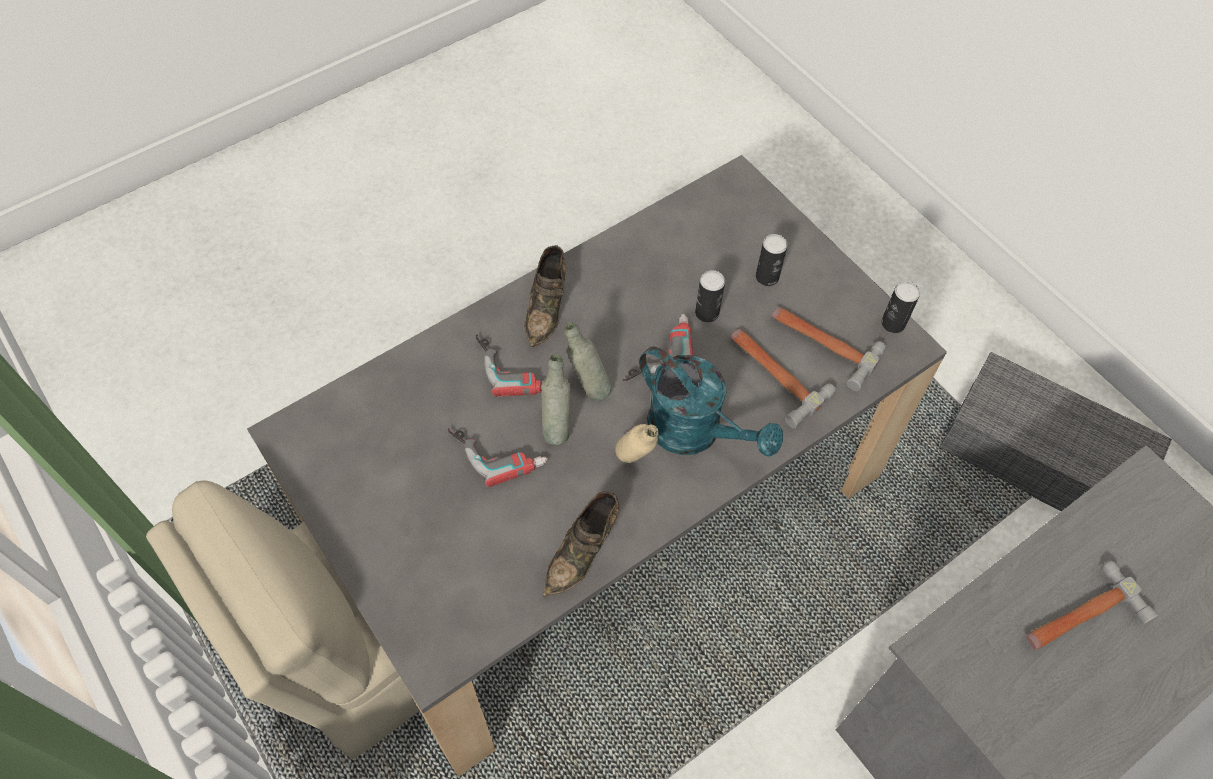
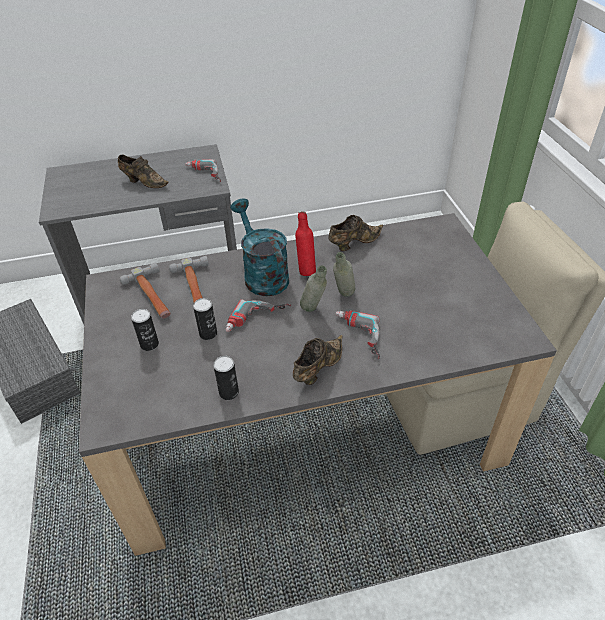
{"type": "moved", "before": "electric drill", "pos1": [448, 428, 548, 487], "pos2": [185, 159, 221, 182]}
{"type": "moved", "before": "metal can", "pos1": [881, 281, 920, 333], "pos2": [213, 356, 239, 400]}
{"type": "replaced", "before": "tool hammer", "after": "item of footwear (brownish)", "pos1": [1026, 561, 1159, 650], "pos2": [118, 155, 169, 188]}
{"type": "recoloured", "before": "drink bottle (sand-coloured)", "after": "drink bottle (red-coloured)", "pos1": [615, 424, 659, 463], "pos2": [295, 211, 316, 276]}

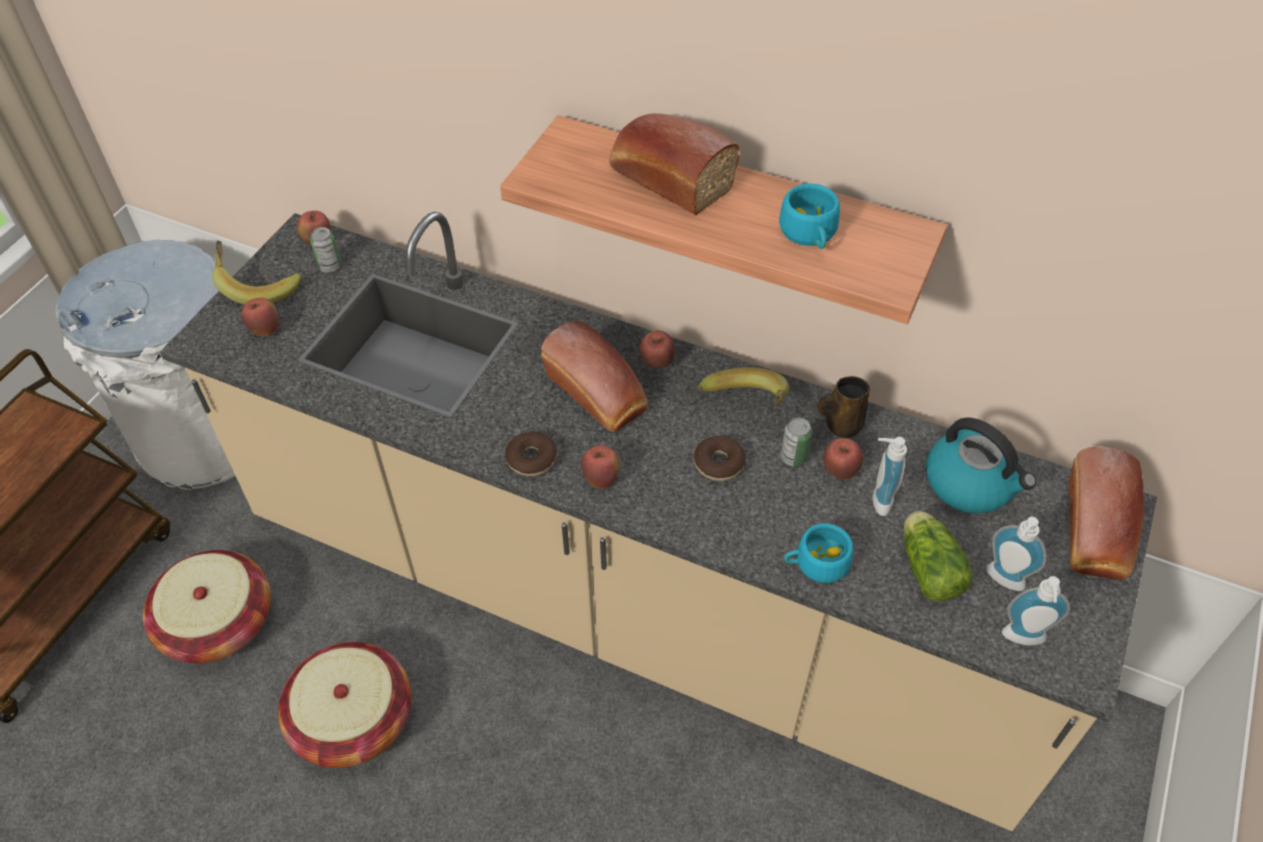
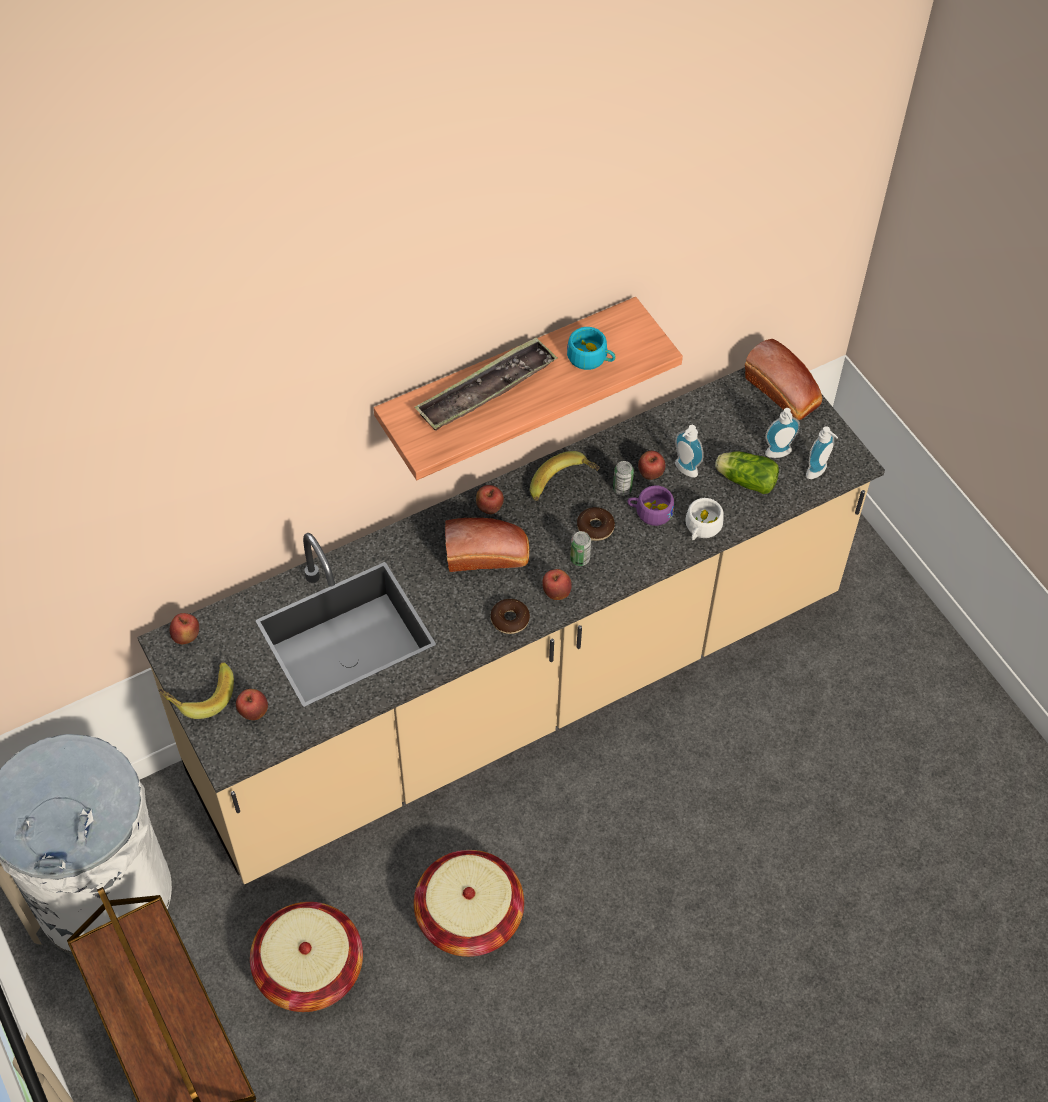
{"type": "removed", "before": "tea mug (brownish)", "pos1": [817, 376, 870, 438]}
{"type": "removed", "before": "kettle", "pos1": [926, 417, 1036, 514]}
{"type": "added", "after": "cup (purple-coloured)", "pos2": [627, 485, 674, 526]}
{"type": "moved", "before": "metal can", "pos1": [310, 227, 341, 273], "pos2": [570, 531, 591, 566]}
{"type": "replaced", "before": "bread", "after": "serving tray", "pos1": [609, 113, 740, 215], "pos2": [414, 337, 558, 431]}
{"type": "recoloured", "before": "cup (blue-green)", "after": "cup (whitish)", "pos1": [784, 524, 854, 583], "pos2": [685, 498, 724, 540]}

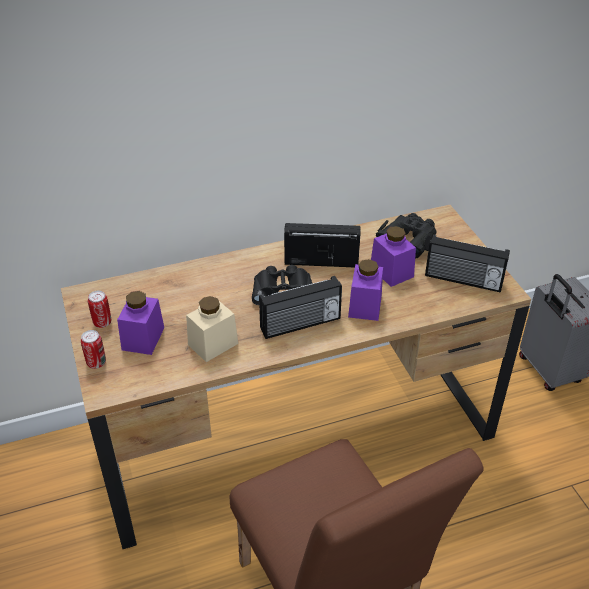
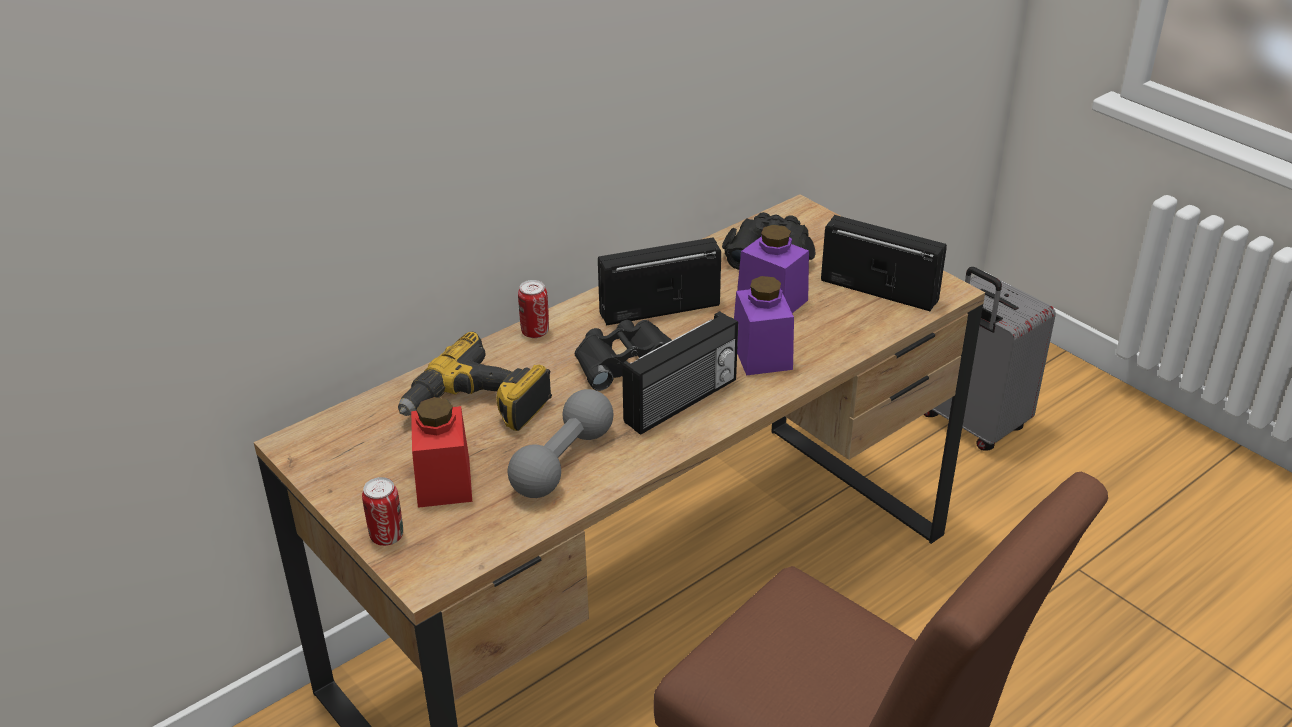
{"type": "added", "after": "electric drill", "pos2": [398, 332, 552, 431]}
{"type": "moved", "before": "metal can", "pos1": [88, 291, 111, 328], "pos2": [518, 280, 549, 338]}
{"type": "replaced", "before": "preserve jar (sand-coloured)", "after": "free weight (gray)", "pos1": [186, 296, 238, 362], "pos2": [508, 389, 613, 498]}
{"type": "recoloured", "before": "preserve jar (purple-coloured)", "after": "preserve jar (red-coloured)", "pos1": [117, 291, 164, 355], "pos2": [411, 397, 472, 508]}
{"type": "turned", "before": "radio set", "pos1": [425, 234, 510, 292], "pos2": [821, 215, 947, 311], "turn": -150}

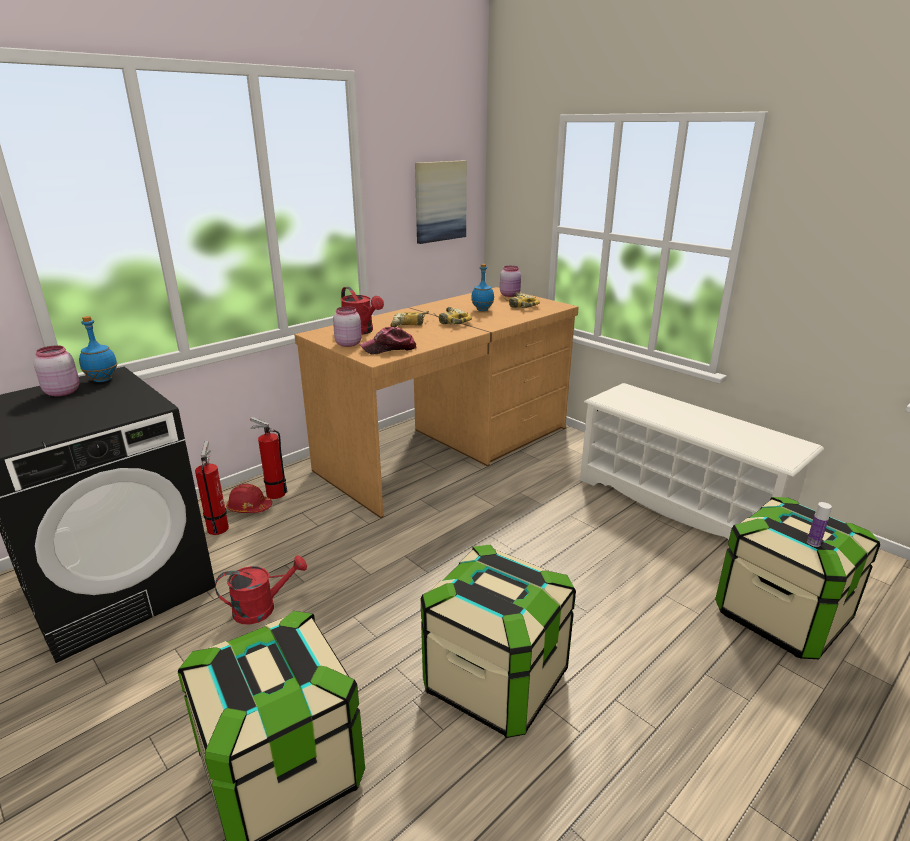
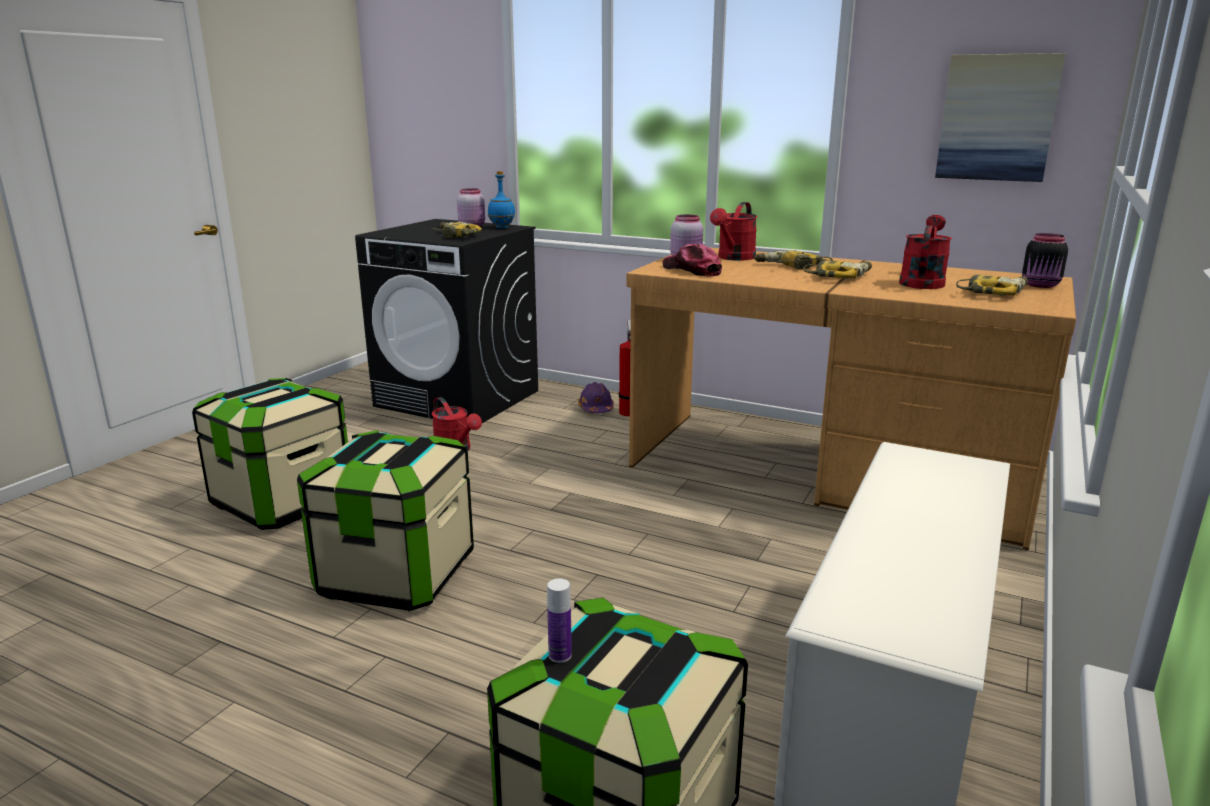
{"type": "removed", "before": "fire extinguisher", "pos1": [195, 441, 229, 535]}
{"type": "added", "after": "electric drill", "pos2": [432, 222, 482, 238]}
{"type": "replaced", "before": "drink bottle (blue-coloured)", "after": "watering pot (red-coloured)", "pos1": [471, 264, 494, 311], "pos2": [899, 215, 952, 289]}
{"type": "recoloured", "before": "work helmet (red-coloured)", "after": "work helmet (purple-coloured)", "pos1": [226, 484, 272, 513], "pos2": [578, 382, 614, 413]}
{"type": "recoloured", "before": "preserve jar (pink-coloured)", "after": "preserve jar (blackish)", "pos1": [500, 266, 521, 297], "pos2": [1022, 233, 1068, 288]}

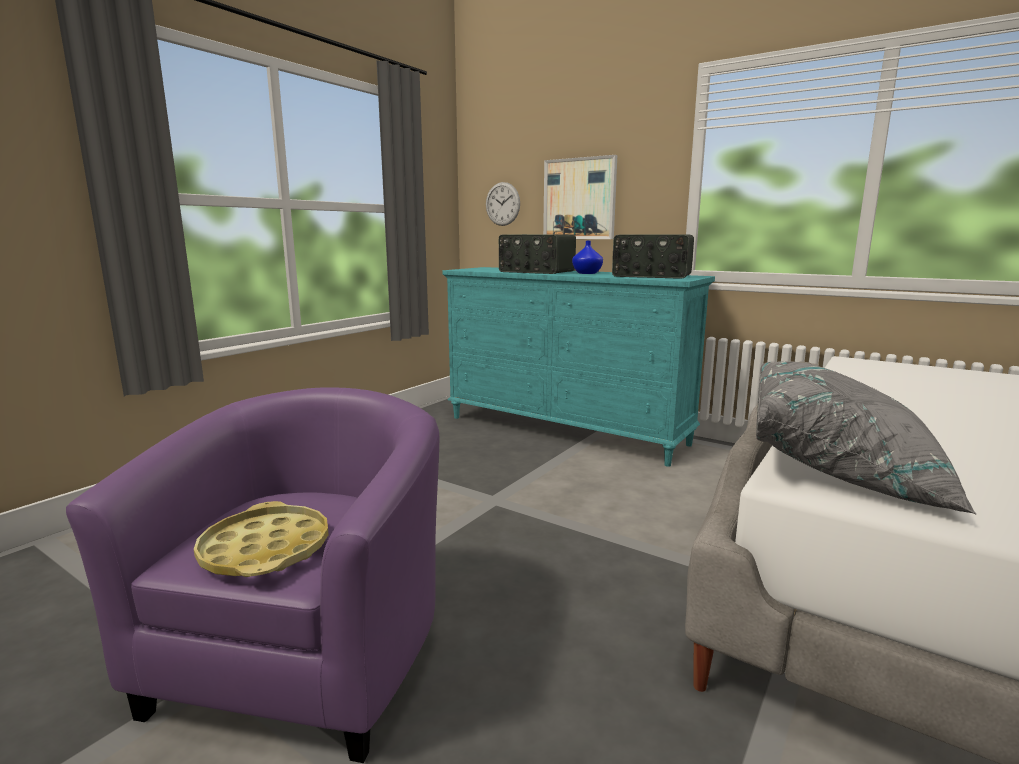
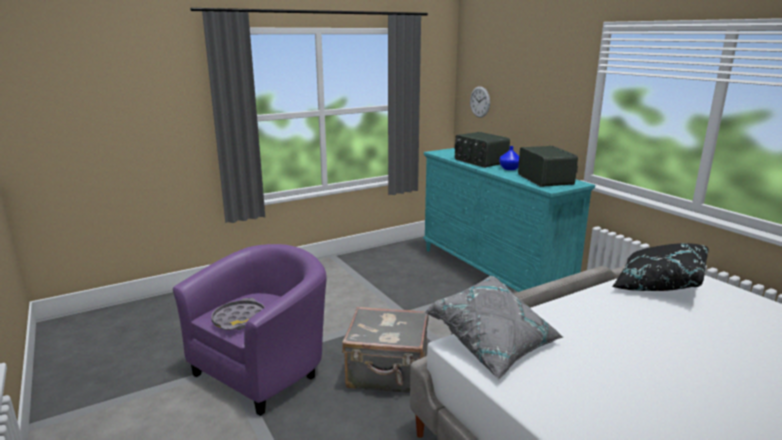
{"type": "removed", "before": "picture", "pos1": [543, 155, 617, 239]}
{"type": "added", "after": "piece of luggage (gray)", "pos2": [342, 307, 429, 393]}
{"type": "added", "after": "throw pillow (blackish)", "pos2": [612, 243, 708, 291]}
{"type": "recoloured", "before": "serving tray (yellowish)", "after": "serving tray (gray)", "pos1": [194, 501, 329, 577], "pos2": [211, 298, 265, 330]}
{"type": "turned", "before": "radio set", "pos1": [612, 234, 694, 279], "pos2": [518, 146, 578, 187], "turn": -150}

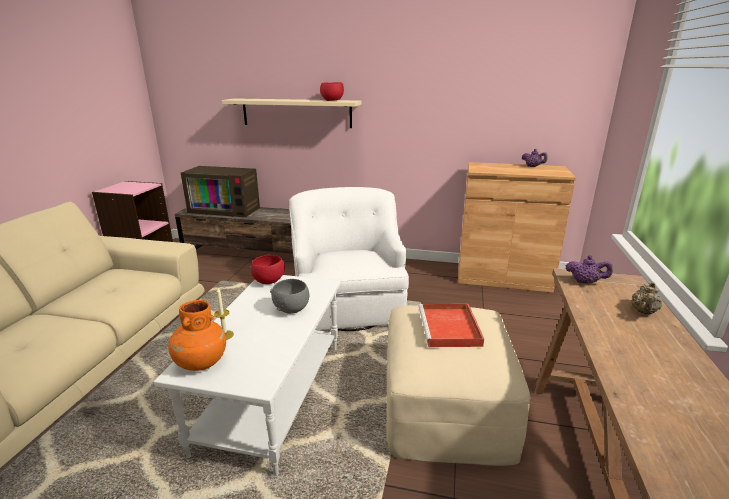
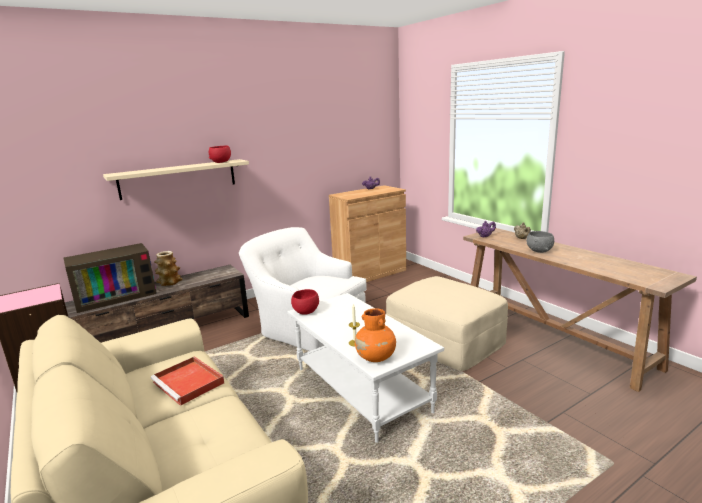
{"type": "added", "after": "flower vase", "pos2": [154, 251, 182, 286]}
{"type": "moved", "before": "bowl (gray)", "pos1": [270, 279, 309, 314], "pos2": [526, 231, 554, 253]}
{"type": "moved", "before": "serving tray (red-coloured)", "pos1": [418, 304, 484, 347], "pos2": [151, 356, 224, 406]}

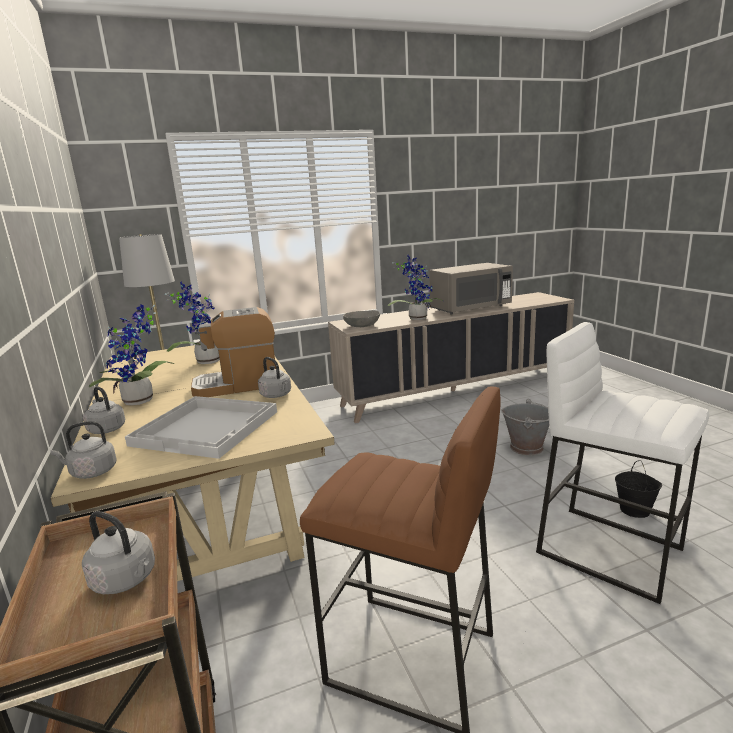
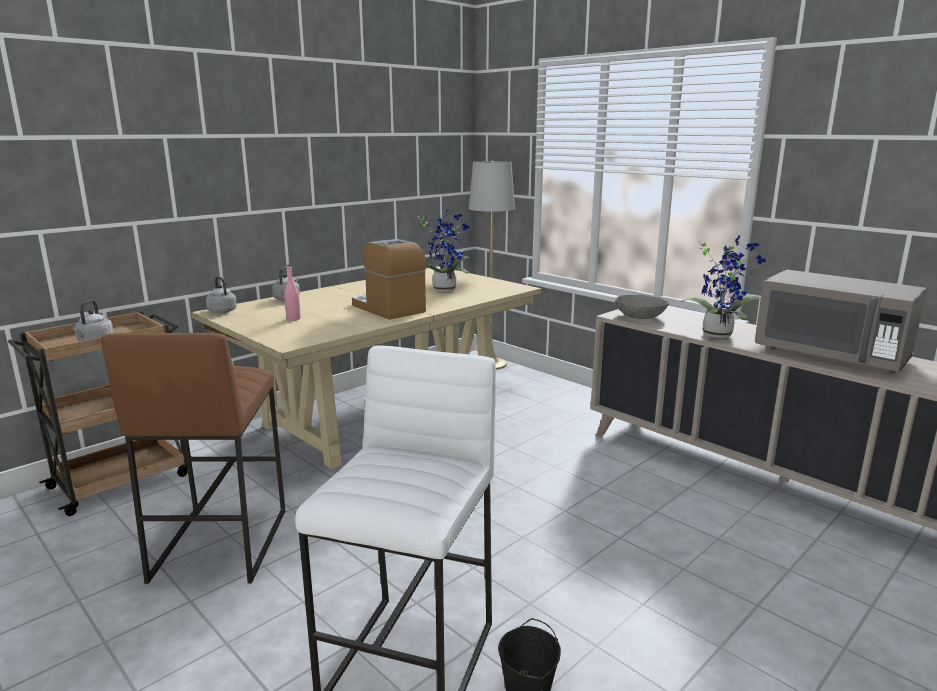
{"type": "removed", "before": "potted plant", "pos1": [88, 304, 174, 405]}
{"type": "removed", "before": "kettle (gray)", "pos1": [258, 357, 291, 398]}
{"type": "removed", "before": "water bucket (gray)", "pos1": [501, 399, 549, 456]}
{"type": "replaced", "before": "serving tray (whitish)", "after": "drink bottle (pink-coloured)", "pos1": [125, 396, 277, 459], "pos2": [284, 265, 301, 321]}

